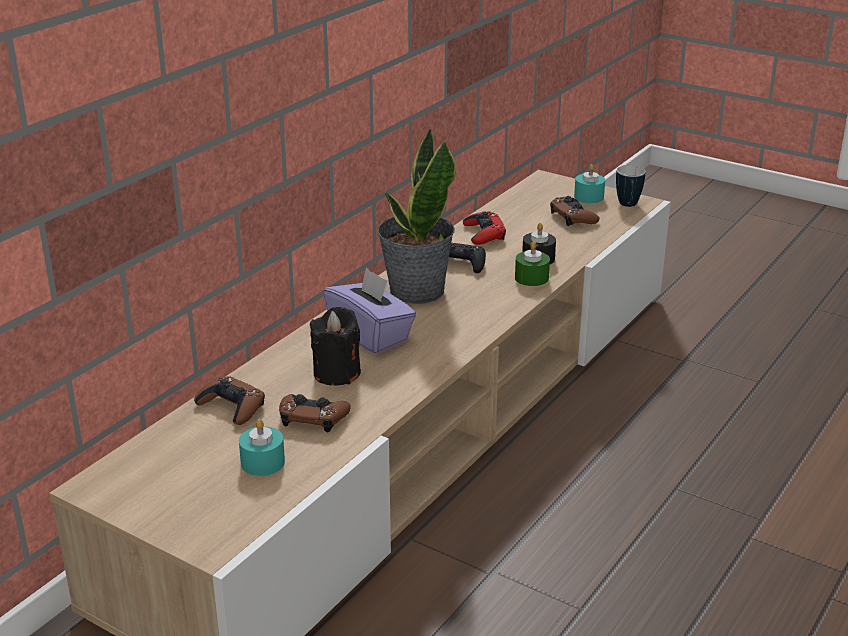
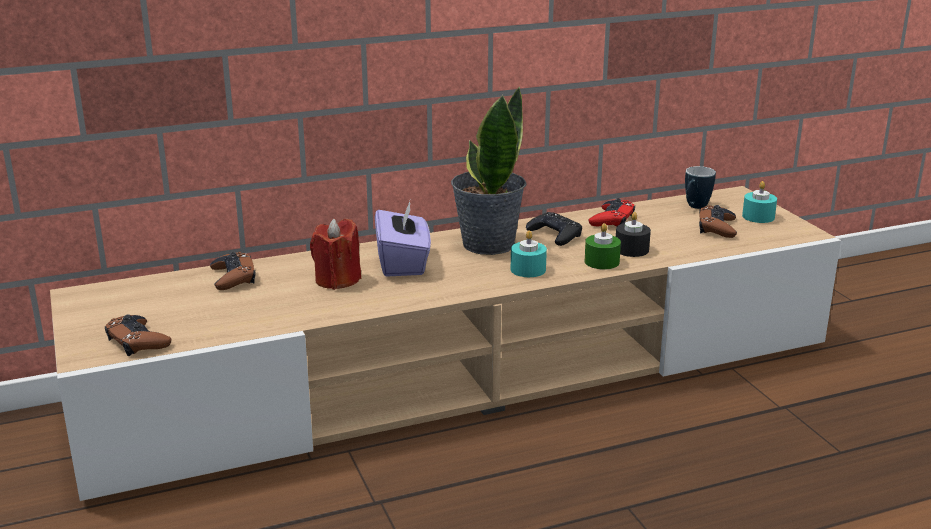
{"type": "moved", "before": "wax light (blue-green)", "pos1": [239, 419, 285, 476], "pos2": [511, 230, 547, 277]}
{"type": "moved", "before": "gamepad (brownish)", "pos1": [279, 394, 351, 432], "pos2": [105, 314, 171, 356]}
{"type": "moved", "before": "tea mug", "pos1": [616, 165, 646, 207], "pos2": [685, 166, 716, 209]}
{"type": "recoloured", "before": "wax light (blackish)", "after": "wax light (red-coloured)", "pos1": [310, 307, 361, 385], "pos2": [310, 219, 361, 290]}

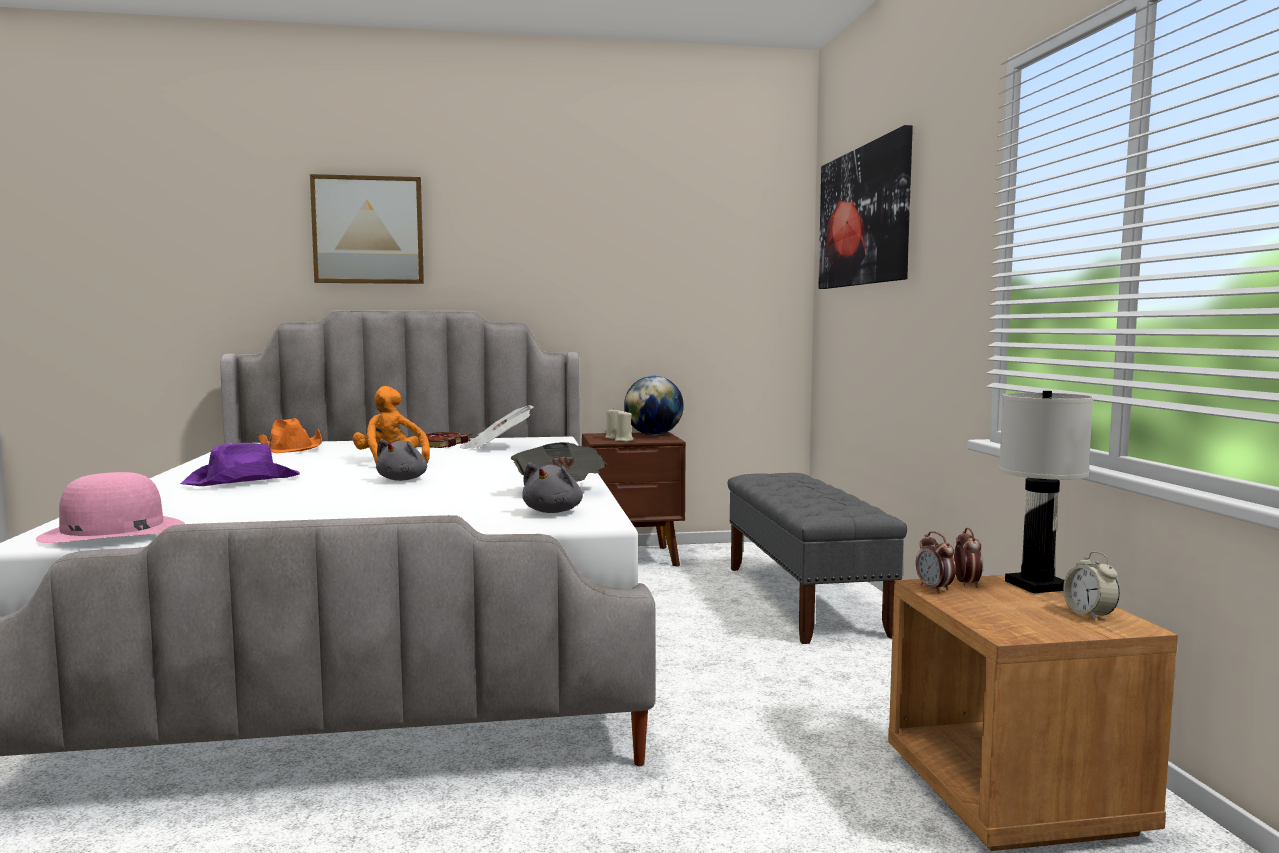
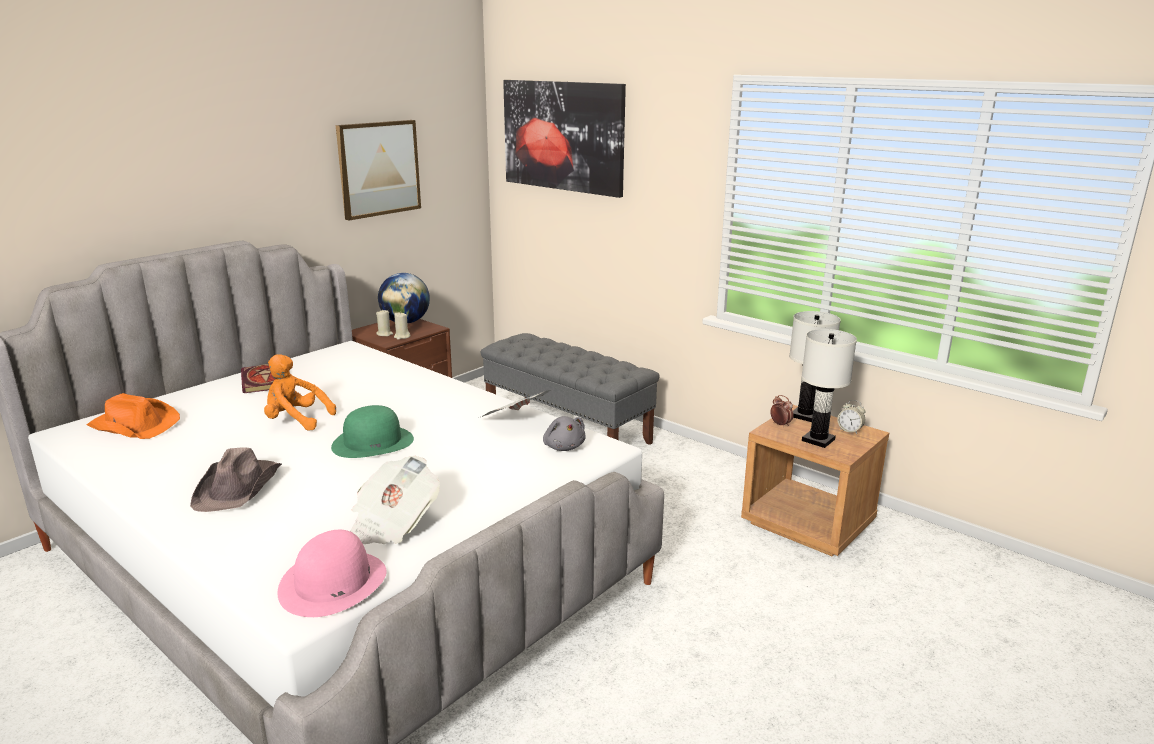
{"type": "removed", "before": "table clock", "pos1": [916, 531, 956, 593]}
{"type": "added", "after": "table lamp (whitish)", "pos2": [801, 329, 857, 448]}
{"type": "moved", "before": "picture", "pos1": [310, 174, 424, 284], "pos2": [336, 120, 421, 220]}
{"type": "moved", "before": "daily paper", "pos1": [460, 405, 534, 449], "pos2": [350, 456, 440, 544]}
{"type": "replaced", "before": "plush toy (gray)", "after": "wearable hat (green)", "pos1": [376, 439, 427, 481], "pos2": [331, 405, 414, 458]}
{"type": "recoloured", "before": "wearable hat (purple-coloured)", "after": "wearable hat (brownish)", "pos1": [180, 443, 300, 486], "pos2": [190, 447, 282, 512]}

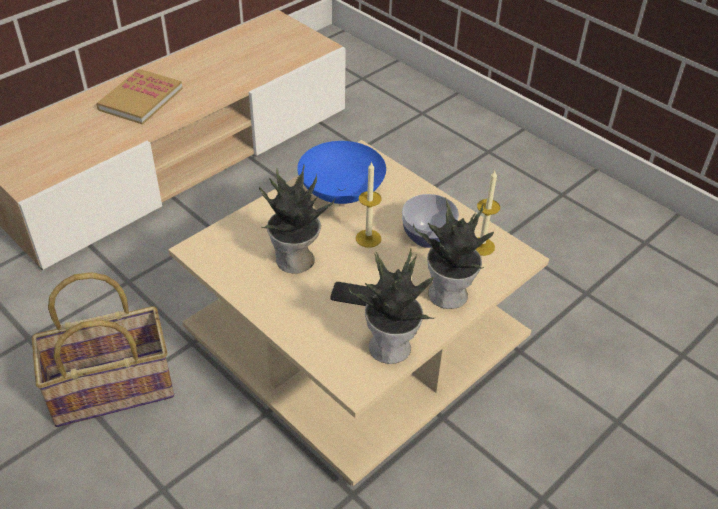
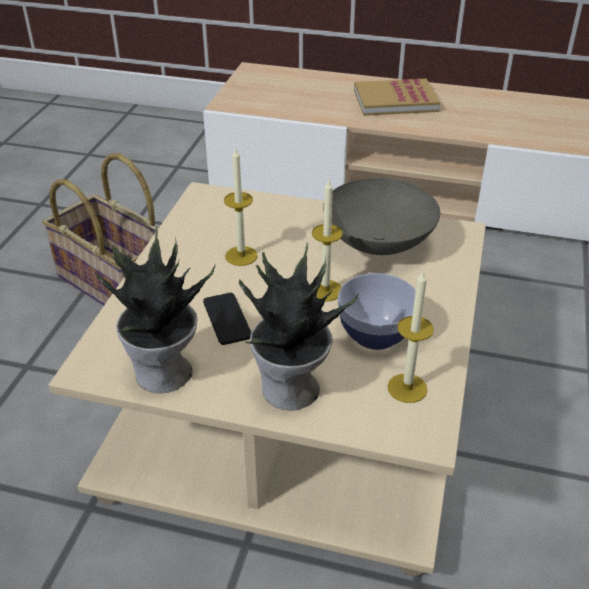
{"type": "replaced", "before": "potted plant", "after": "wax light", "pos1": [259, 165, 336, 274], "pos2": [224, 147, 258, 266]}
{"type": "recoloured", "before": "bowl (blue-coloured)", "after": "bowl (gray)", "pos1": [297, 141, 386, 204], "pos2": [323, 178, 440, 255]}

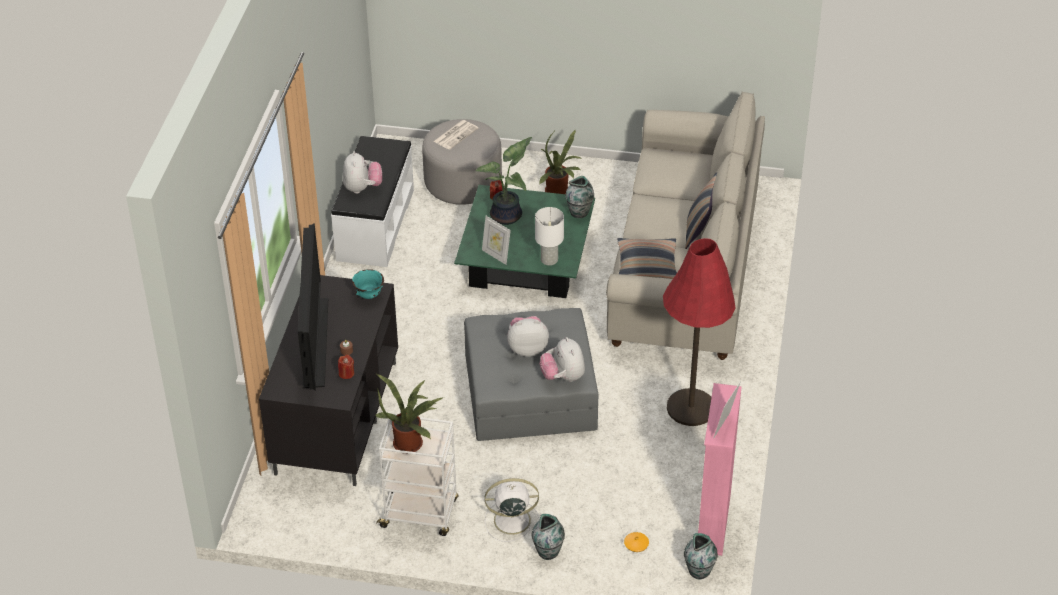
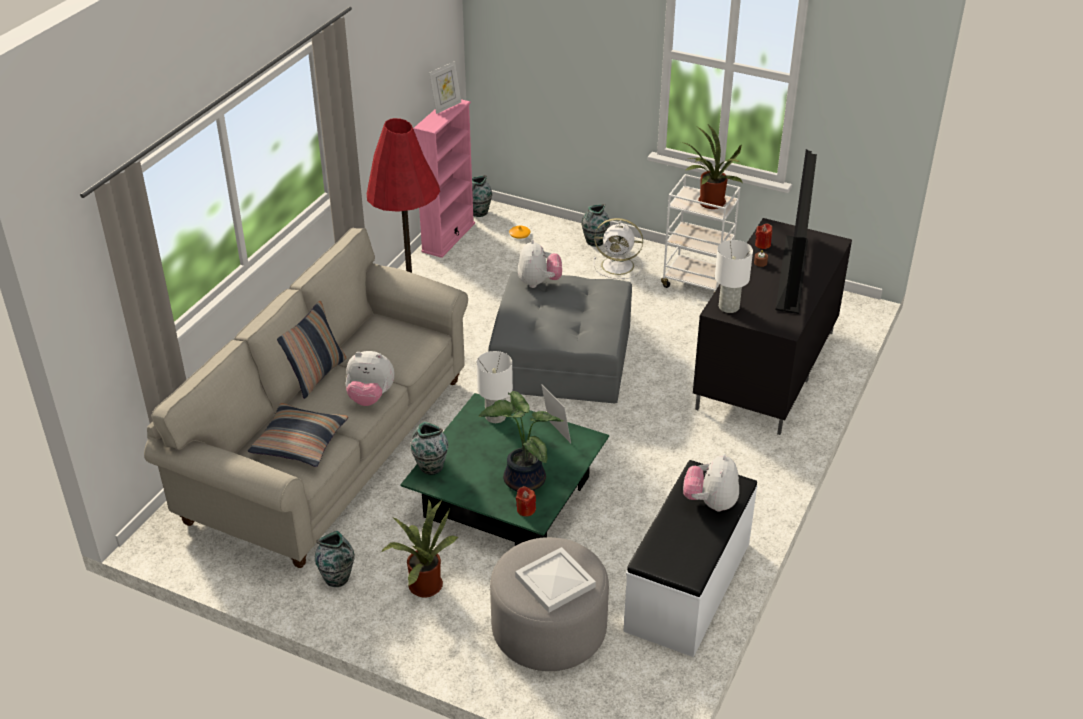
{"type": "added", "after": "flower vase", "pos2": [315, 531, 355, 587]}
{"type": "moved", "before": "plush toy", "pos1": [507, 316, 549, 357], "pos2": [345, 351, 395, 406]}
{"type": "moved", "before": "throw pillow", "pos1": [617, 238, 677, 279], "pos2": [248, 403, 348, 467]}
{"type": "replaced", "before": "bowl (blue-green)", "after": "table lamp (whitish)", "pos1": [352, 269, 384, 299], "pos2": [715, 240, 753, 313]}
{"type": "replaced", "before": "daily paper", "after": "serving tray (whitish)", "pos1": [433, 120, 478, 150], "pos2": [515, 547, 596, 613]}

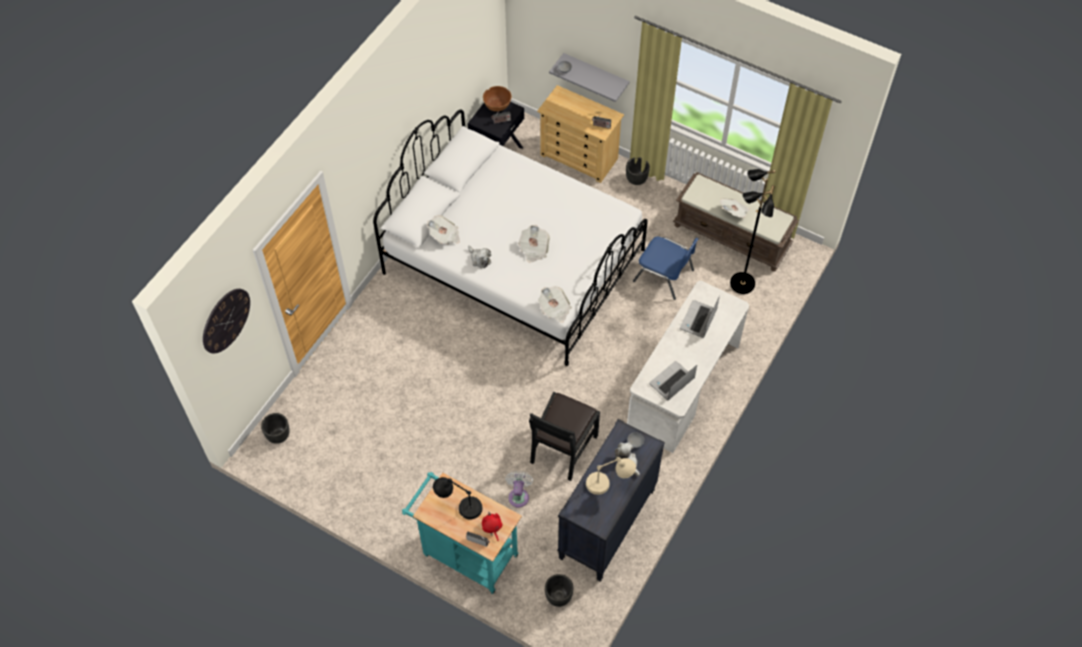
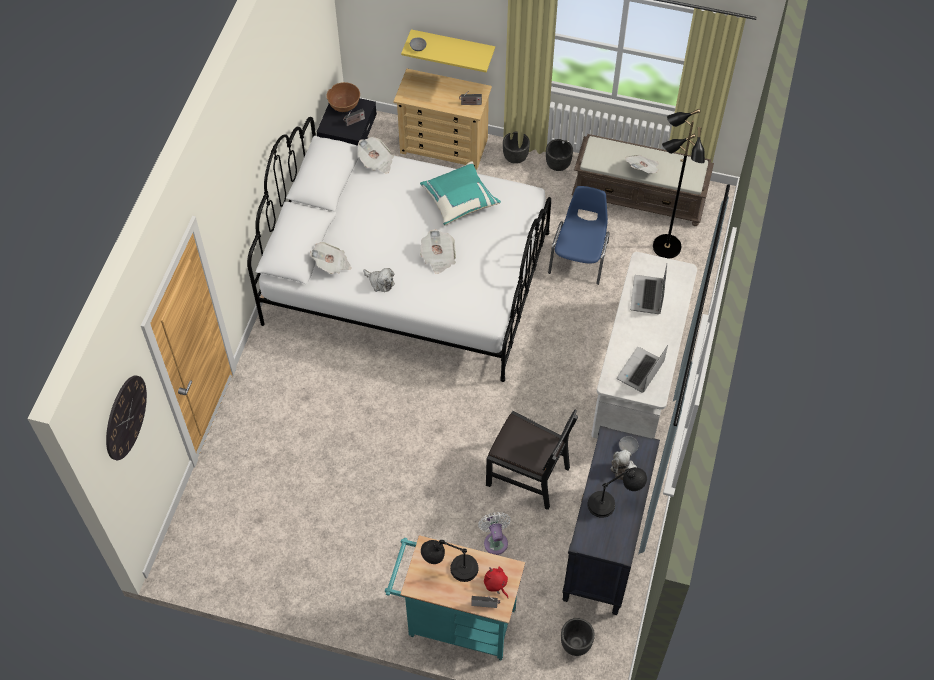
{"type": "added", "after": "throw pillow (blue-green)", "pos2": [420, 161, 501, 225]}
{"type": "moved", "before": "flower pot (blackish)", "pos1": [261, 413, 290, 444], "pos2": [546, 139, 573, 171]}
{"type": "moved", "before": "daily paper", "pos1": [538, 286, 572, 323], "pos2": [357, 137, 394, 174]}
{"type": "recoloured", "before": "bracket shelf (gray)", "after": "bracket shelf (yellowish)", "pos1": [549, 53, 630, 102], "pos2": [401, 29, 495, 72]}
{"type": "recoloured", "before": "table lamp (sand-coloured)", "after": "table lamp (blackish)", "pos1": [586, 457, 636, 495], "pos2": [588, 467, 647, 518]}
{"type": "turned", "before": "chair (blackish)", "pos1": [529, 392, 600, 481], "pos2": [486, 410, 578, 510], "turn": -75}
{"type": "turned", "before": "chair (blue-coloured)", "pos1": [633, 237, 698, 300], "pos2": [548, 186, 610, 285], "turn": -90}

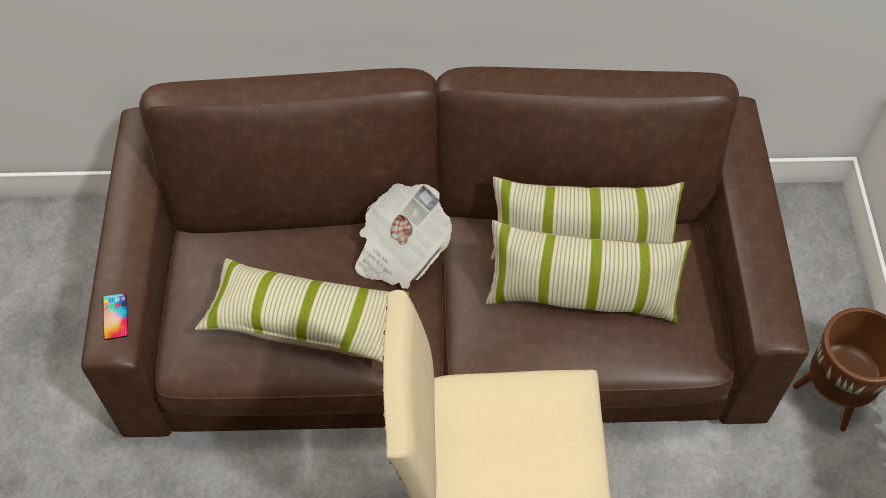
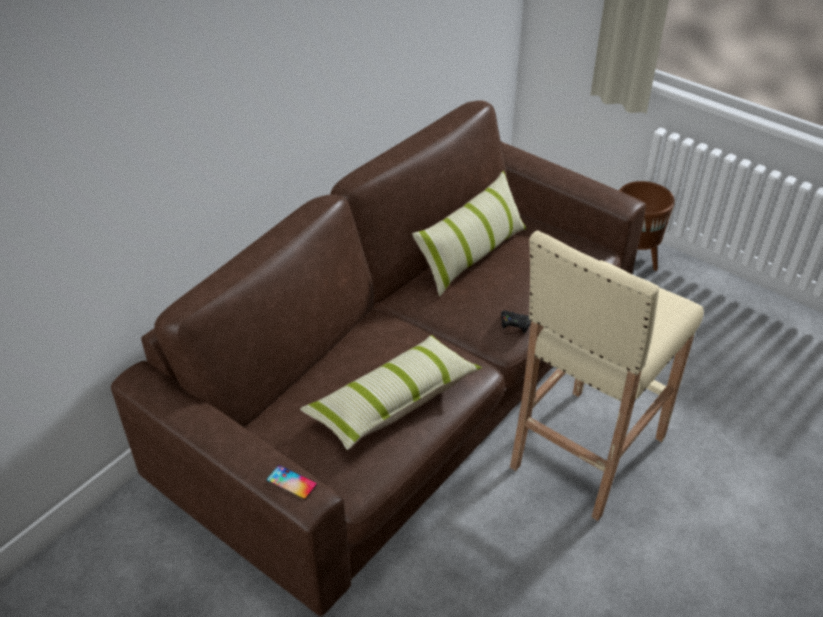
{"type": "removed", "before": "daily paper", "pos1": [355, 183, 452, 289]}
{"type": "removed", "before": "throw pillow", "pos1": [485, 220, 691, 323]}
{"type": "added", "after": "gamepad (blackish)", "pos2": [501, 310, 531, 333]}

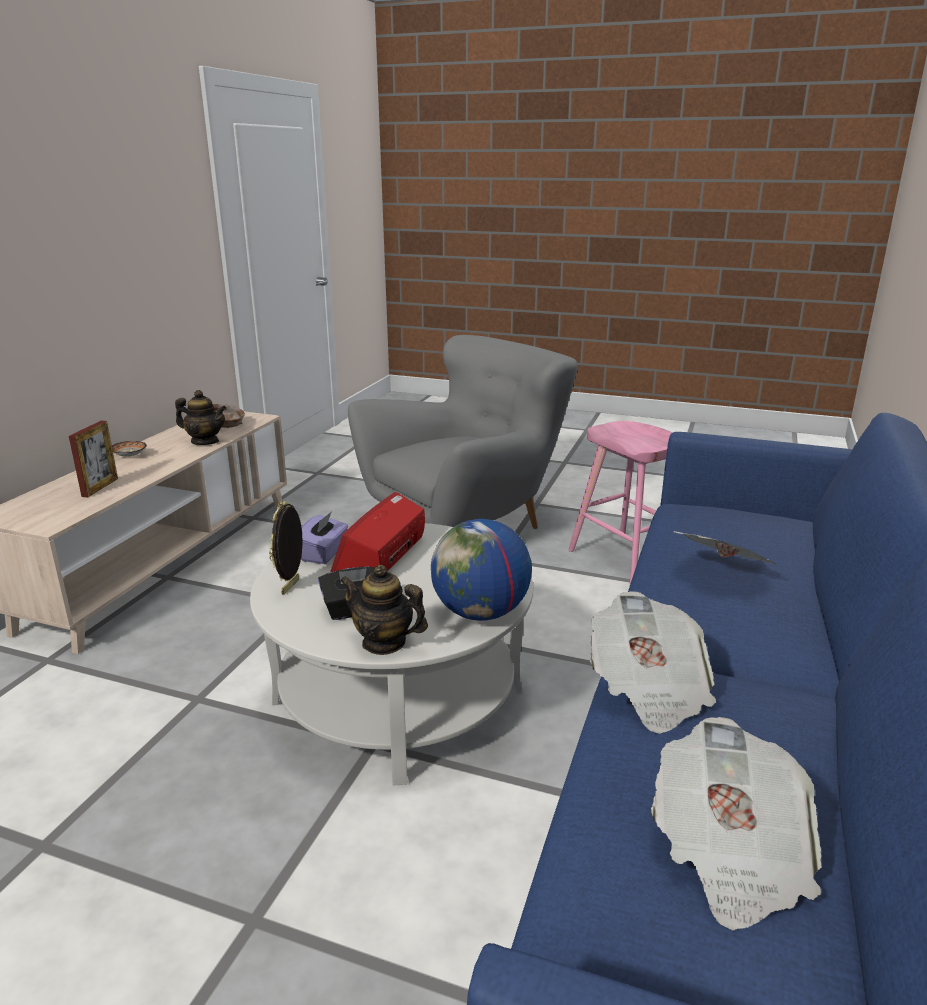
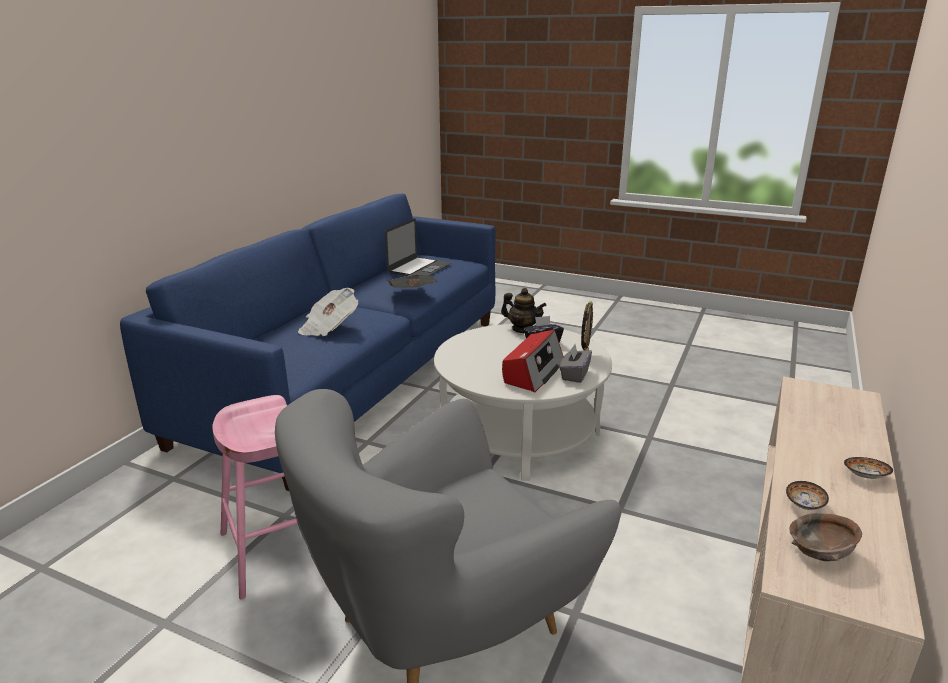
{"type": "removed", "before": "standing frame", "pos1": [69, 421, 118, 498]}
{"type": "removed", "before": "world globe", "pos1": [431, 519, 532, 621]}
{"type": "replaced", "before": "tea pot", "after": "bowl", "pos1": [175, 390, 227, 445], "pos2": [786, 481, 829, 510]}
{"type": "replaced", "before": "daily paper", "after": "notebook computer", "pos1": [651, 717, 821, 931], "pos2": [385, 218, 451, 276]}
{"type": "recoloured", "before": "tissue holder (purple-coloured)", "after": "tissue holder (gray)", "pos1": [301, 511, 348, 564], "pos2": [559, 344, 592, 383]}

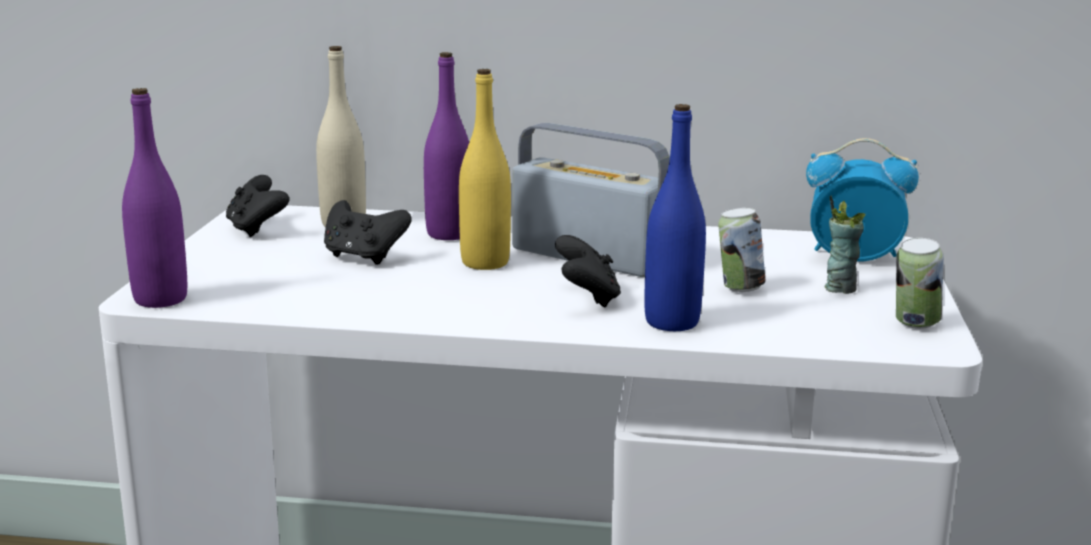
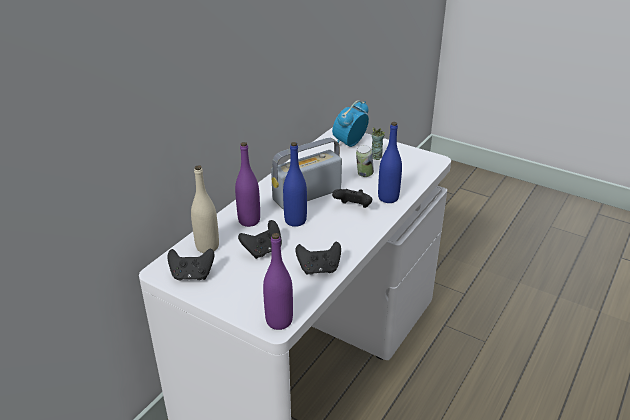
{"type": "removed", "before": "metal can", "pos1": [896, 238, 944, 329]}
{"type": "added", "after": "gamepad (blackish)", "pos2": [295, 242, 341, 275]}
{"type": "recoloured", "before": "drink bottle (yellowish)", "after": "drink bottle (blue-coloured)", "pos1": [459, 69, 511, 270], "pos2": [283, 142, 307, 227]}

